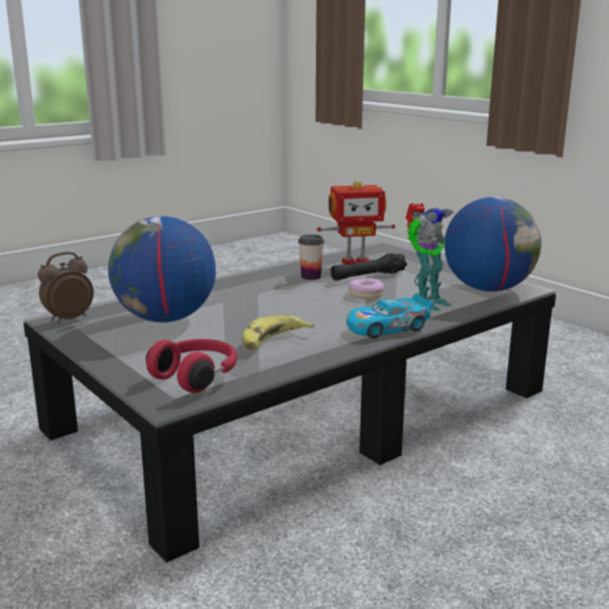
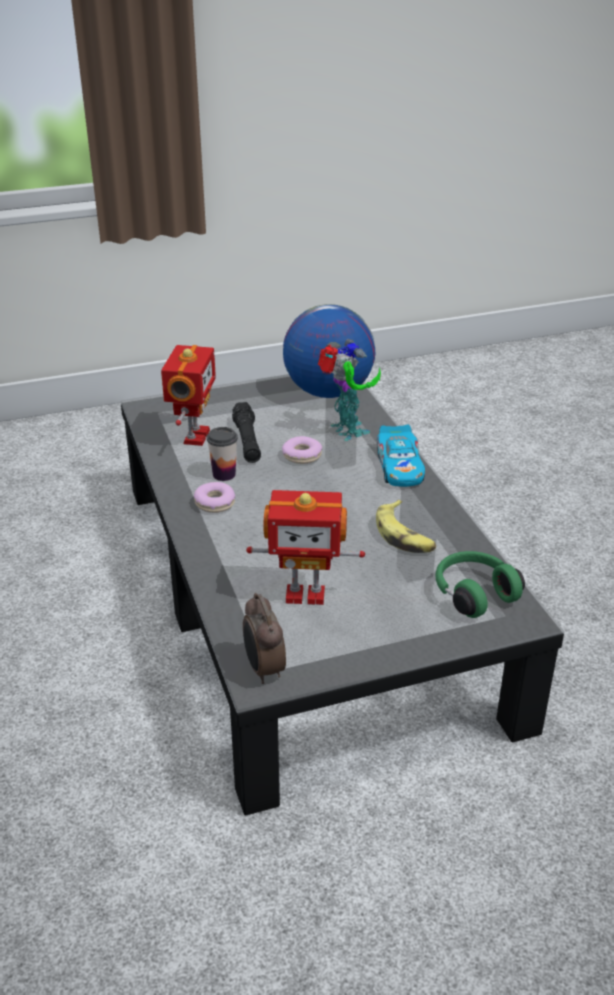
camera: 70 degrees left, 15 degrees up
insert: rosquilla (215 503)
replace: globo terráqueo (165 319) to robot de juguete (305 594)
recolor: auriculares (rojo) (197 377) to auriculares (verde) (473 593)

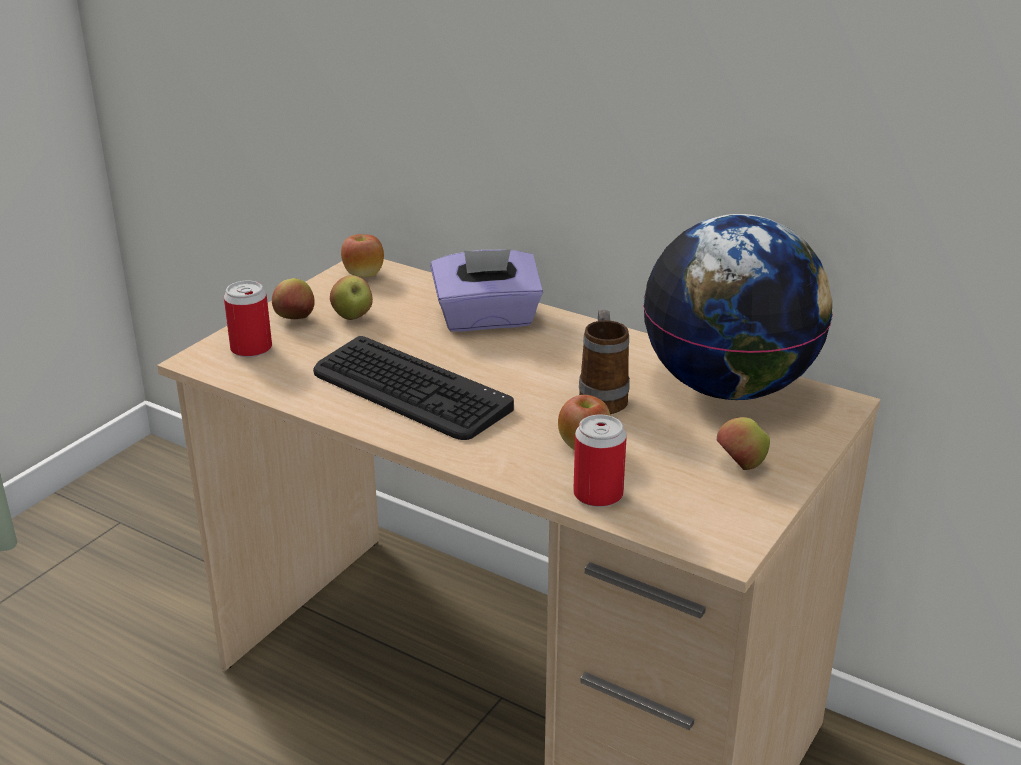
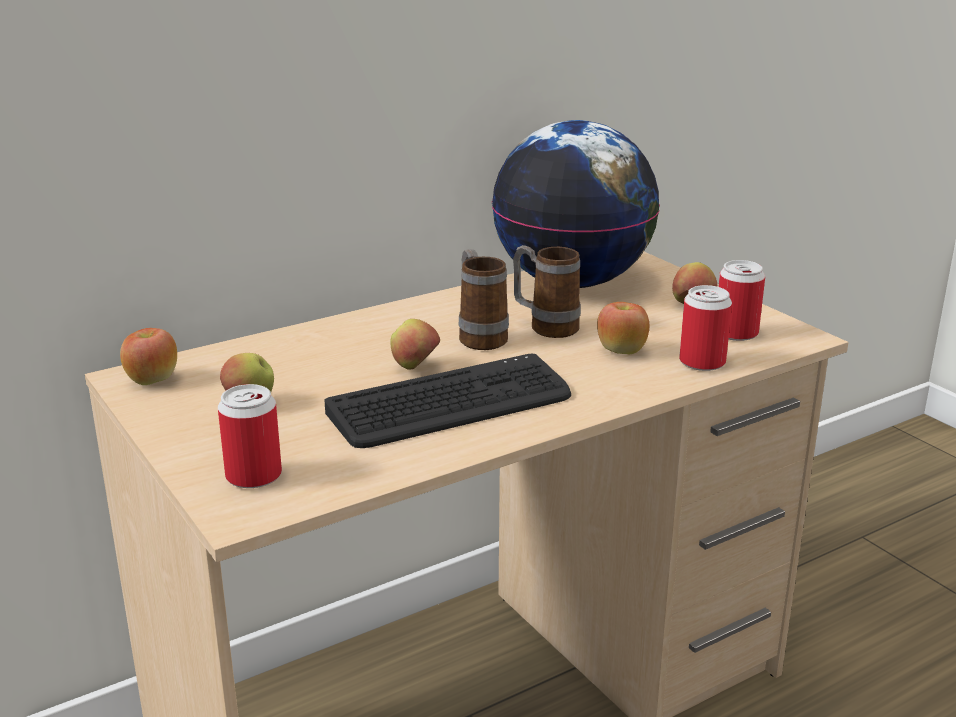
camera: 65 degrees left, 5 degrees down
delete: caja de pañuelos (morado) (487 319)
insert: taza grande (479 336); lata (736 333)
move: manzana (295 319) to (415 367)

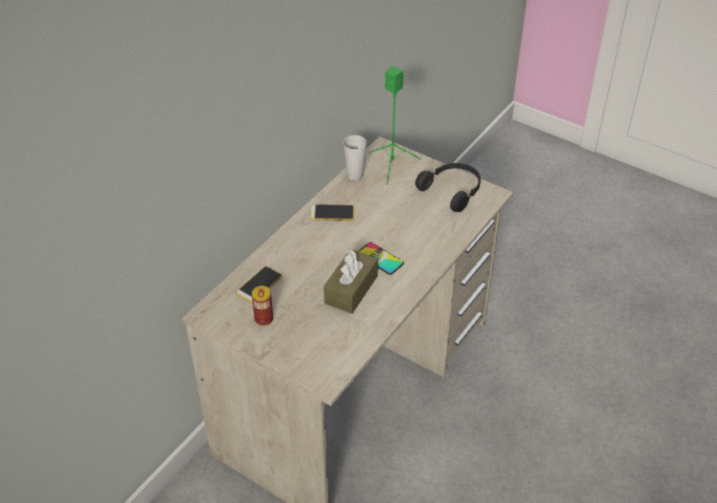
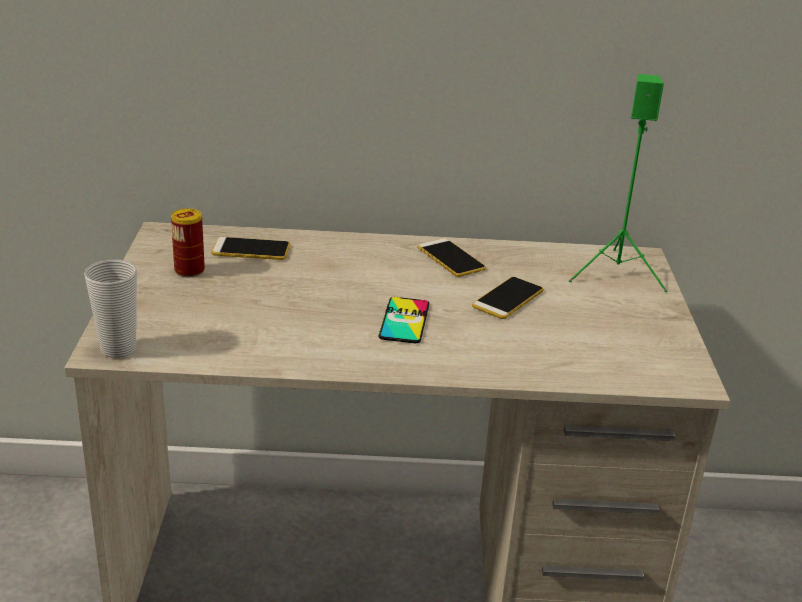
camera: 55 degrees right, 15 degrees down
delete: caja de pañuelos (marrón) (351 289); auriculares (negro) (452 190)
insert: móvil (508 299)
move: taza (355 175) to (118 349)

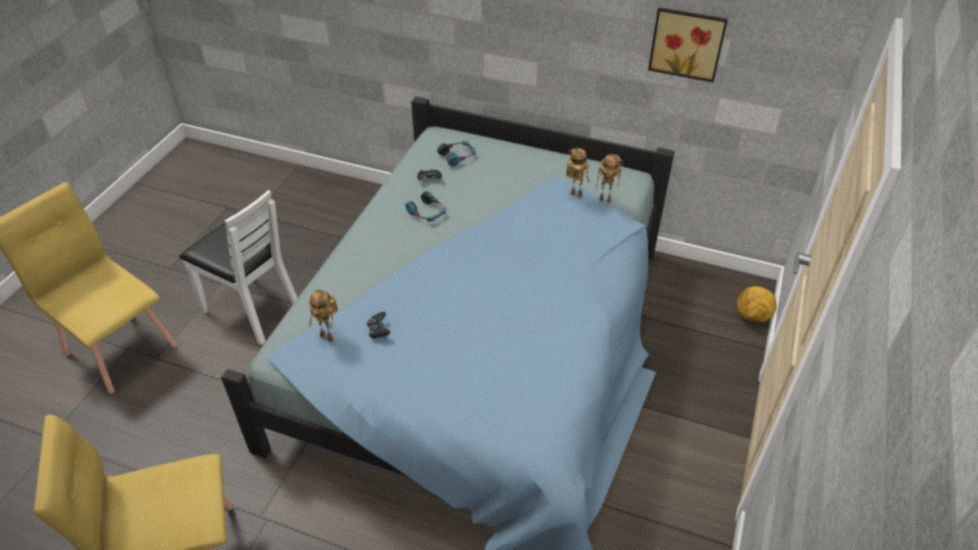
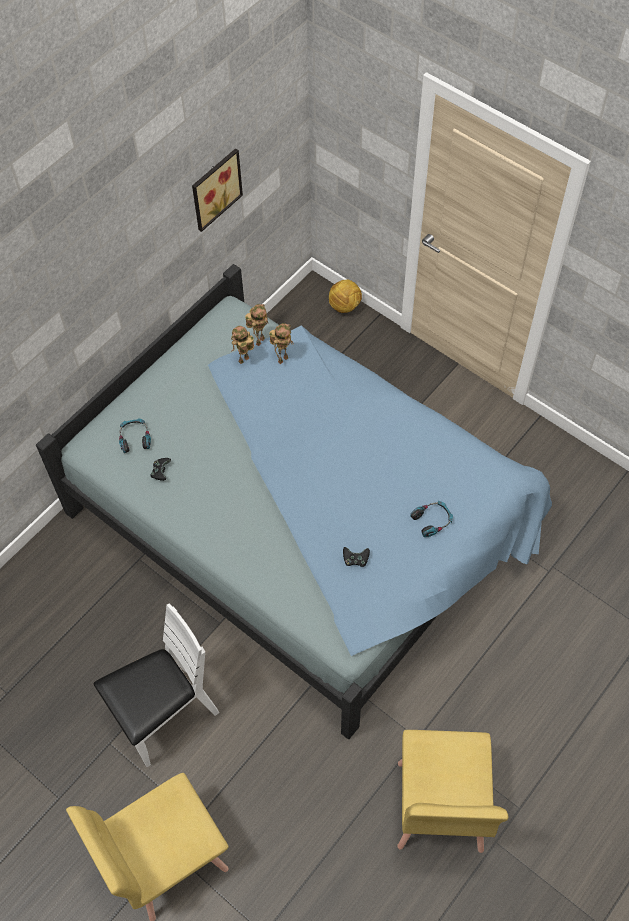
camera: 70 degrees left, 15 degrees up
move: robot de juguete (328 336) to (282 358); auriculares (427 212) to (432 520)

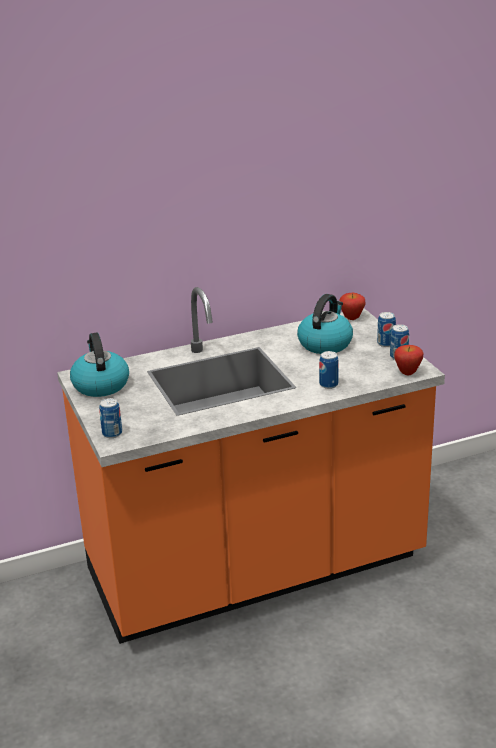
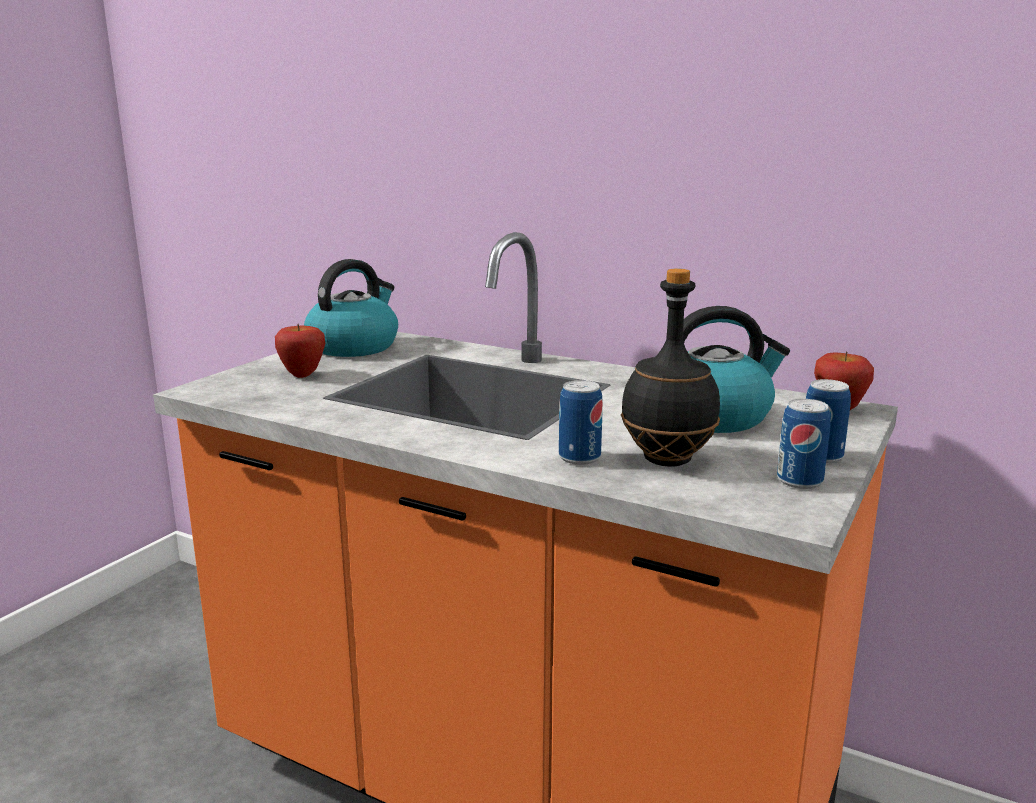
camera: 50 degrees right, 10 degrees down
delete: lata (112 433)
insert: botella (negro) (665 459)
move: manzana (407 373) to (302 375)

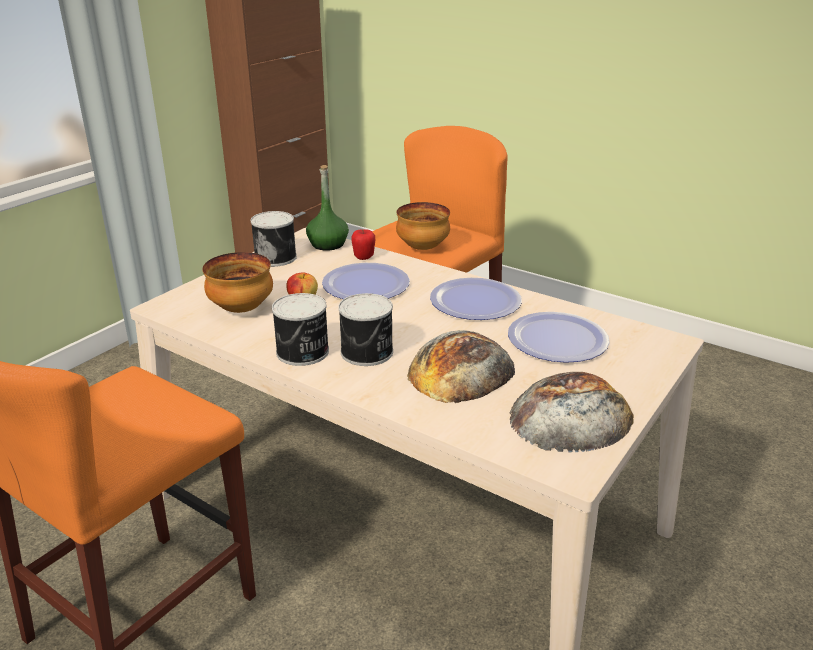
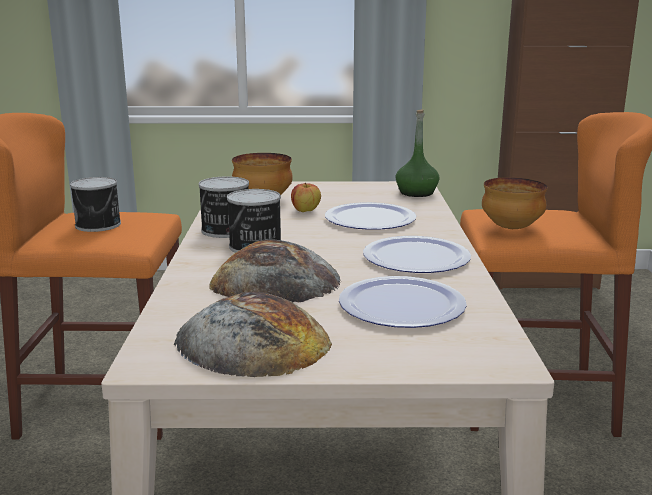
camera: 55 degrees right, 10 degrees down
delete: manzana (364 258)
move: lata (276 257) to (99 225)

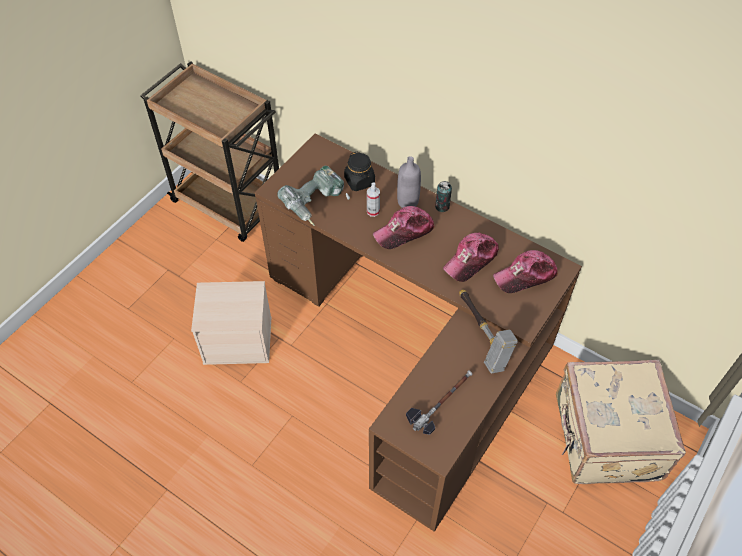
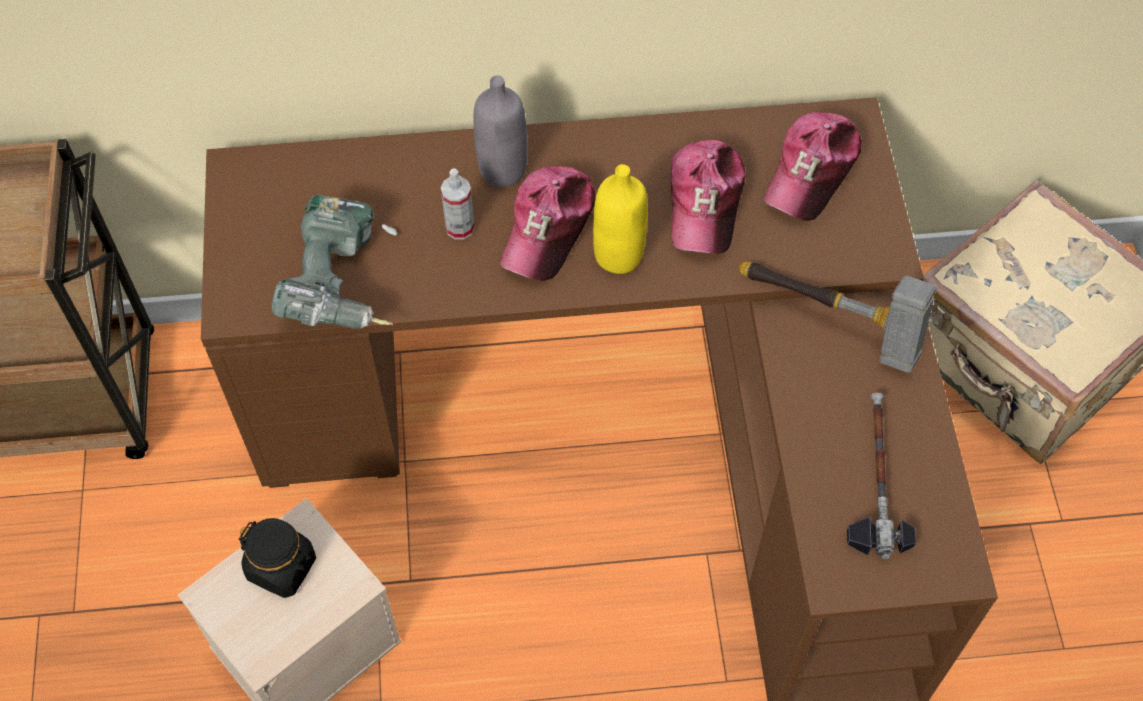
camera: 40 degrees left, 5 degrees up
delete: lata (442 207)
insert: botella (amarillo) (618 255)
move: tarro (negro) (359 181) to (282 567)

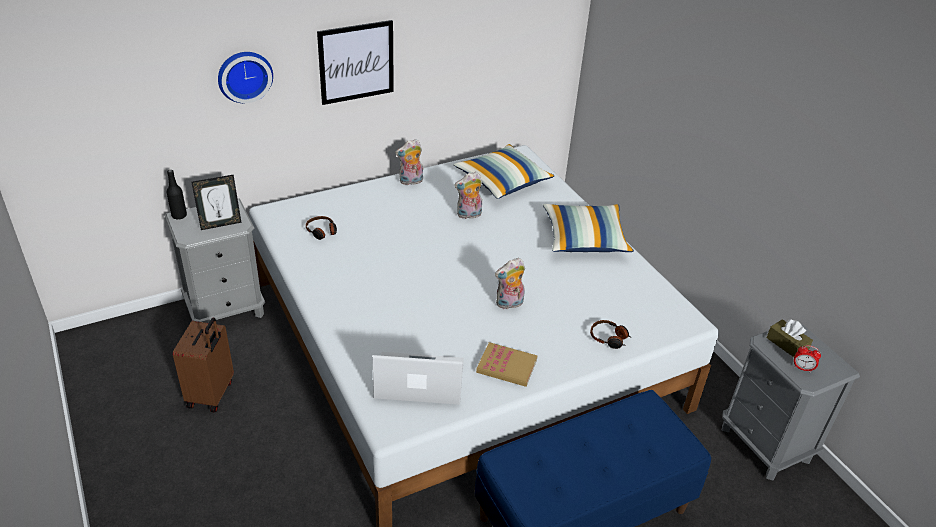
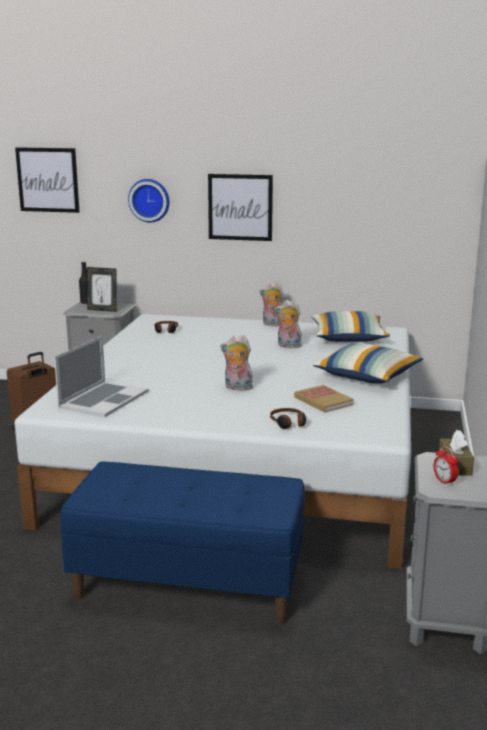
camera: 40 degrees right, 20 degrees down
insert: cuadro (48 180)
move: libro (506 366) to (323 401)
rotate: portátil (419 379) = (103 399) 75 degrees clockwise

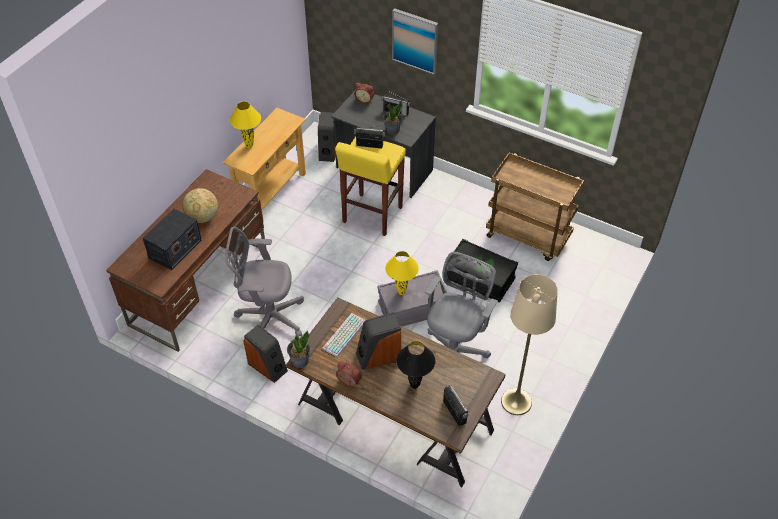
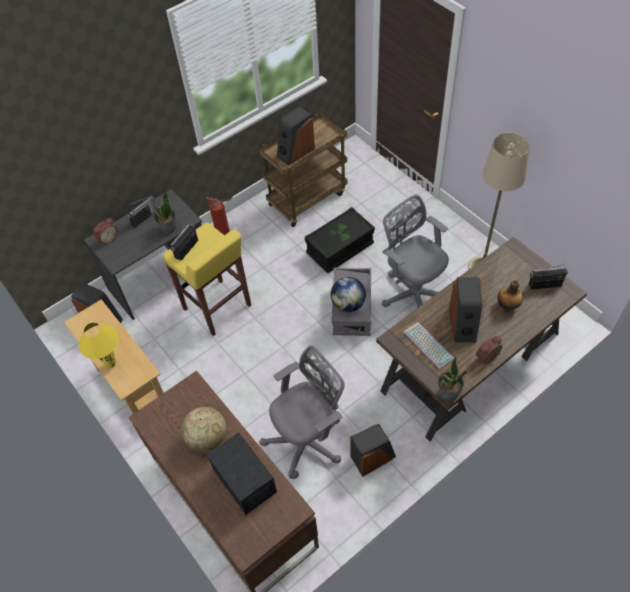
camera: 65 degrees left, 5 degrees up
delete: cuadro (415 40)
insert: extintor (226 233); altavoz (295 152)
replace: lámpara de mesa (amarillo) (401 293) to globo terráqueo (348 304); lámpara de mesa (negro) (414 386) to botella (507 306)
rotate: silla de oficina (gris) (268 317) = (308 440) 150 degrees counterclockwise

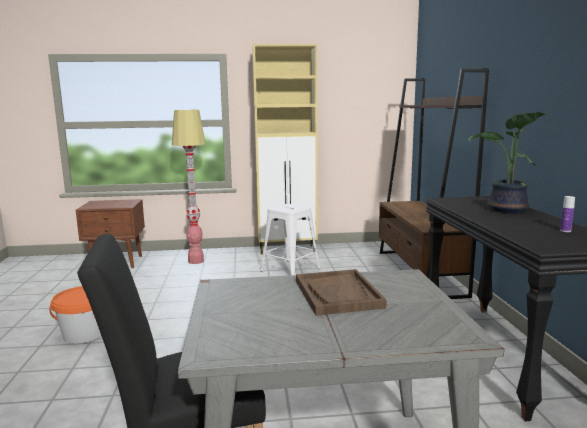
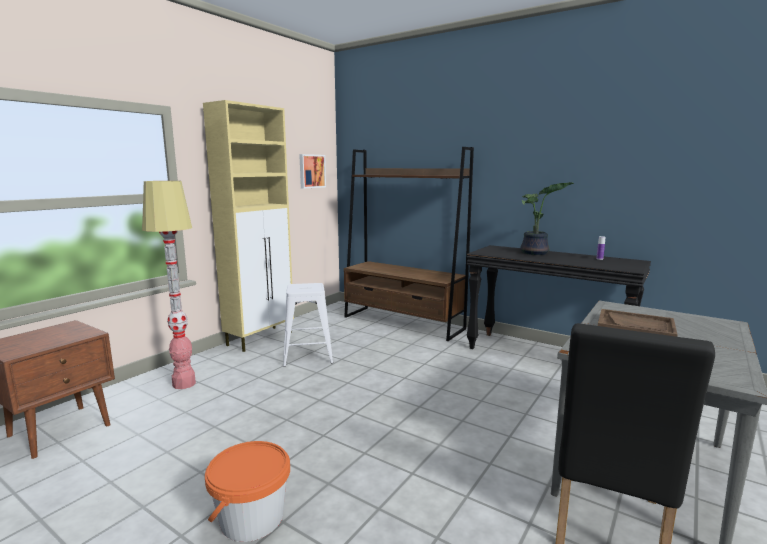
camera: 50 degrees left, 0 degrees up
insert: cuadro (311 171)

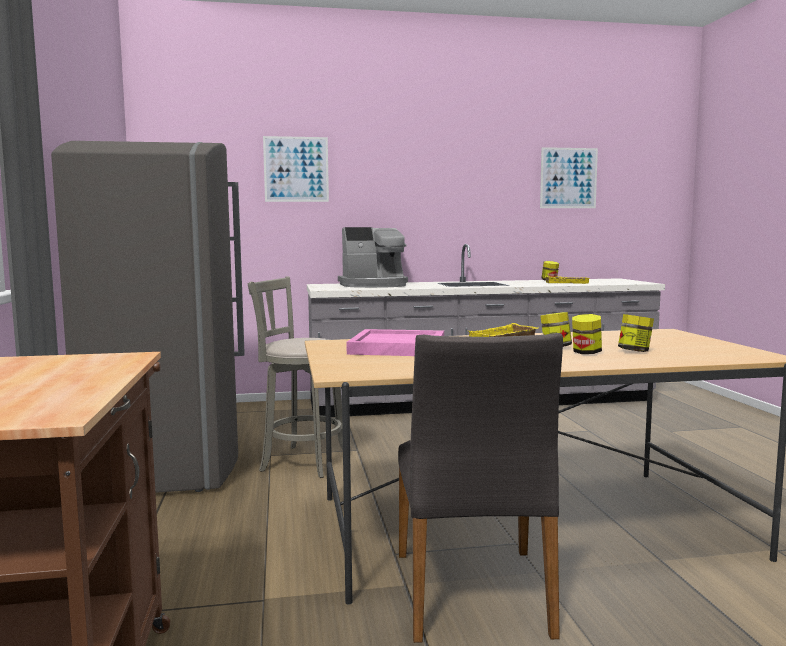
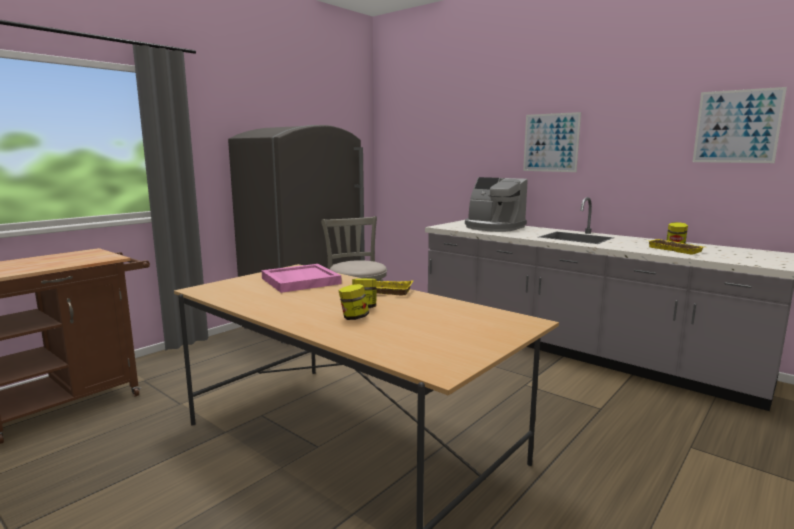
camera: 50 degrees right, 5 degrees up
delete: silla (gris) (473 593); tarro (635 351)
move: cuadro (296 169) to (551 142)

